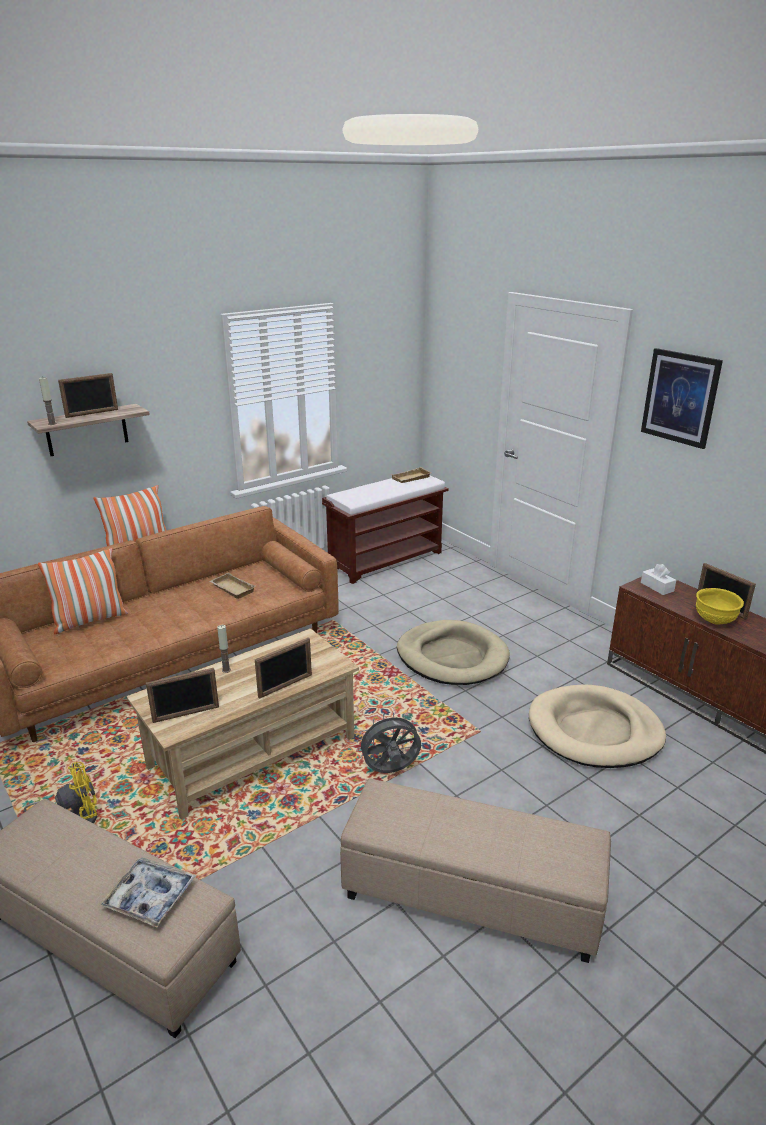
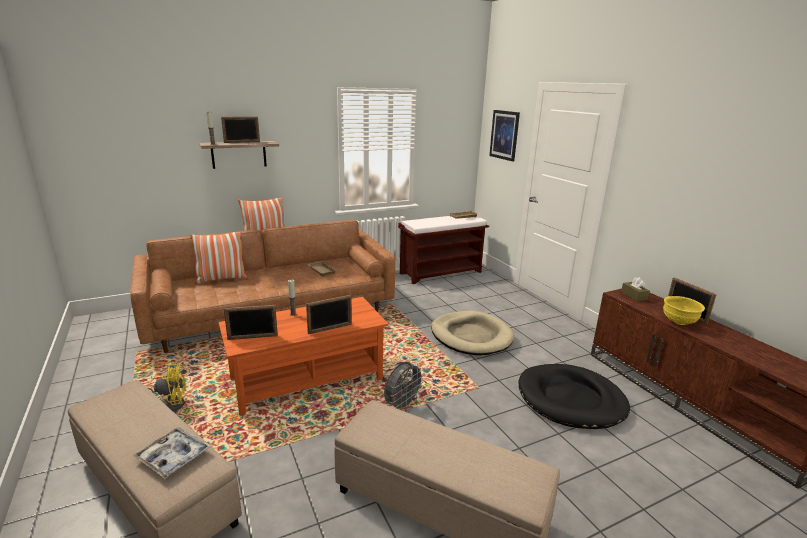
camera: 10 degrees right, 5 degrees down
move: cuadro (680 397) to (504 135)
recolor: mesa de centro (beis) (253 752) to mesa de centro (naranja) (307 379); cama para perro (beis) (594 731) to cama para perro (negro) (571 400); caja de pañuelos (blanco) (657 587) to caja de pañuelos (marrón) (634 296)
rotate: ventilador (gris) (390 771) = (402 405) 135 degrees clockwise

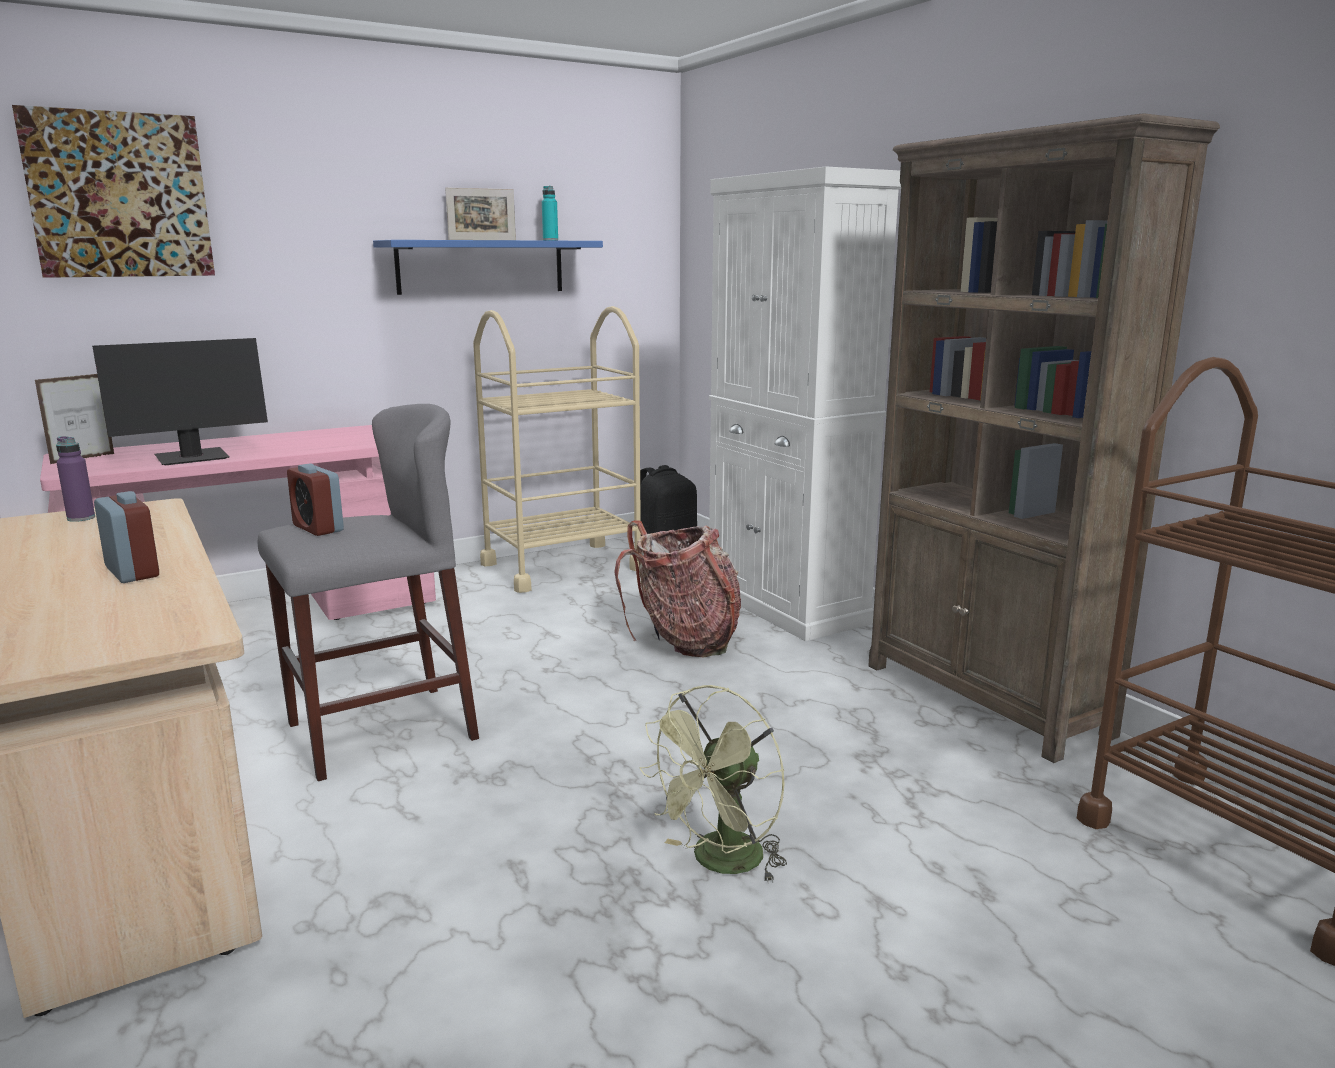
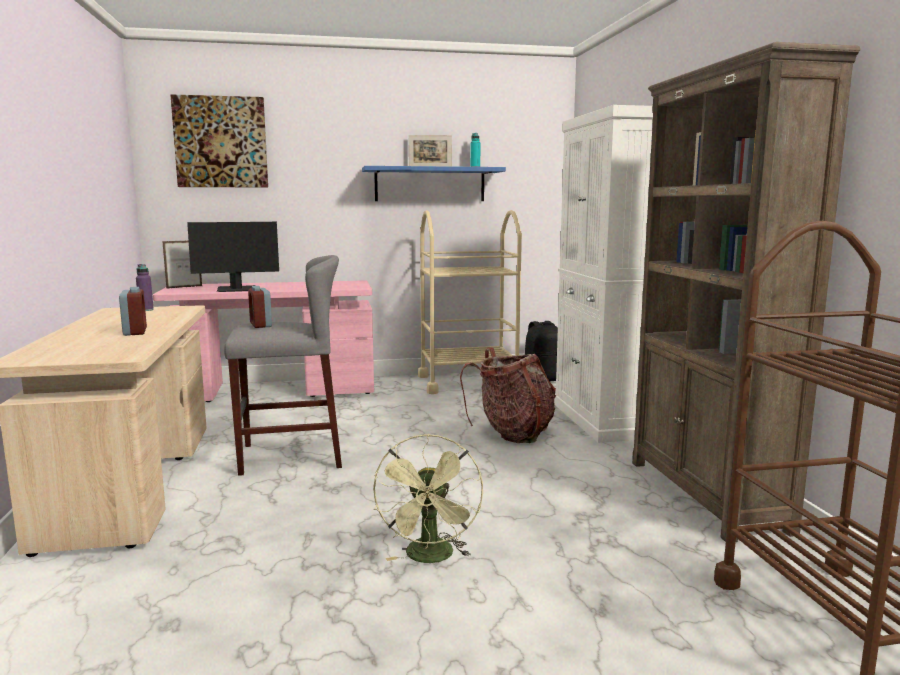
camera: 20 degrees right, 5 degrees down
rotate: ventilador (verde) (720 863) = (431 558) 60 degrees counterclockwise

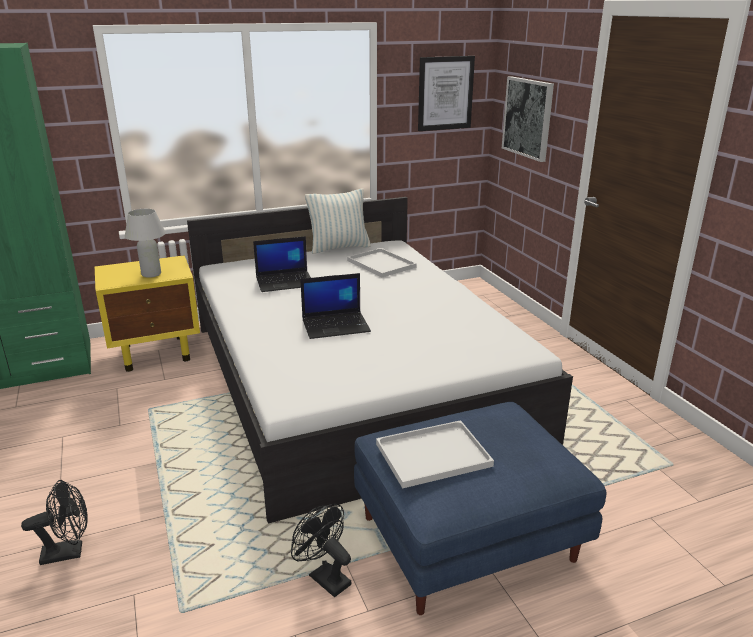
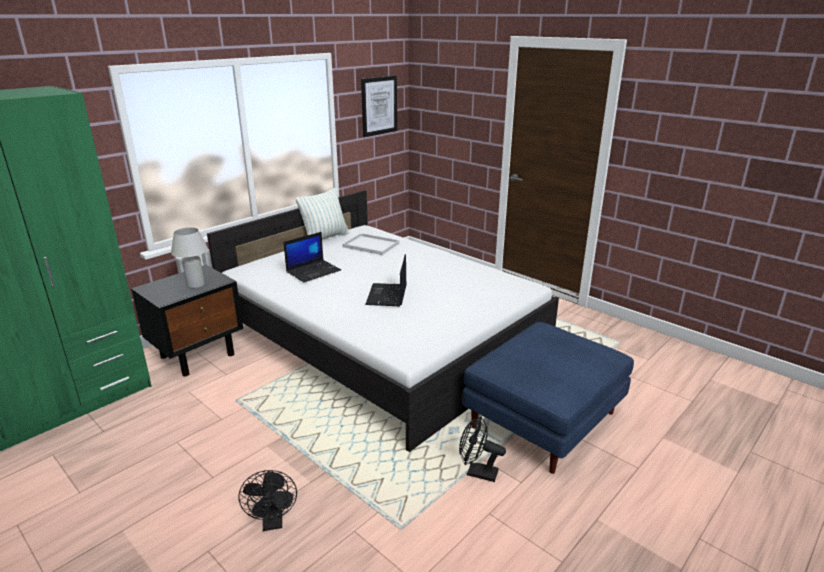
camera: 25 degrees left, 0 degrees up
delete: bandeja (blanco) (431 456); cuadro (528 118)
recolor: mesita de noche (amarillo) (157 353) to mesita de noche (negro) (198 355)
rotate: ventilador (negro) (69 552) = (273 522) 120 degrees clockwise; portátil (336 325) = (387 295) 135 degrees clockwise

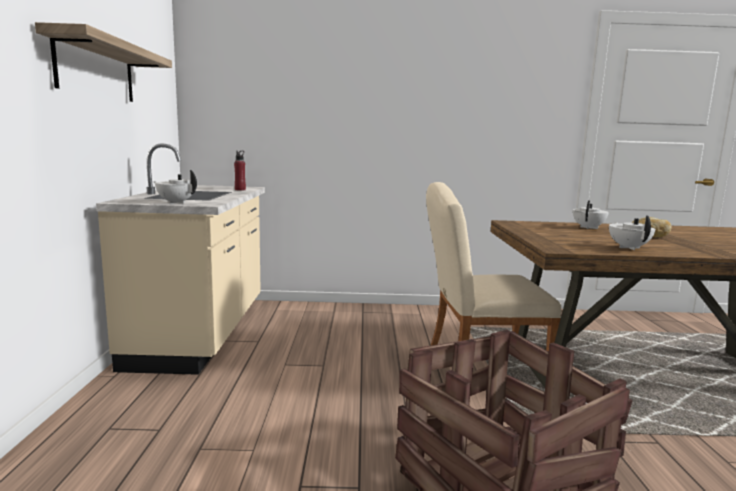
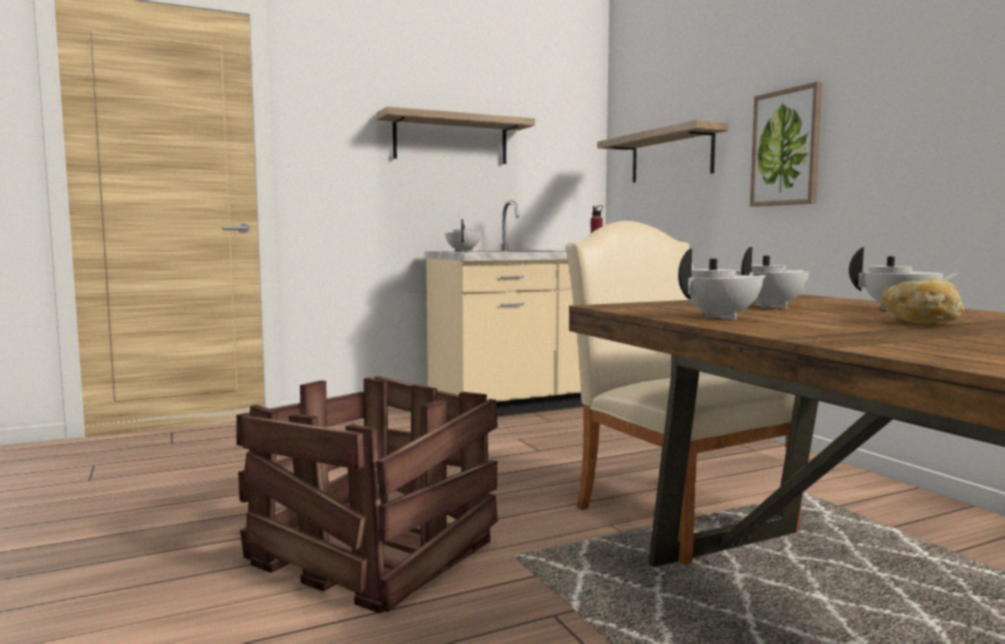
camera: 65 degrees right, 5 degrees down
insert: estante (671 156); tetera (blanco) (771 306); cuadro (786 148)

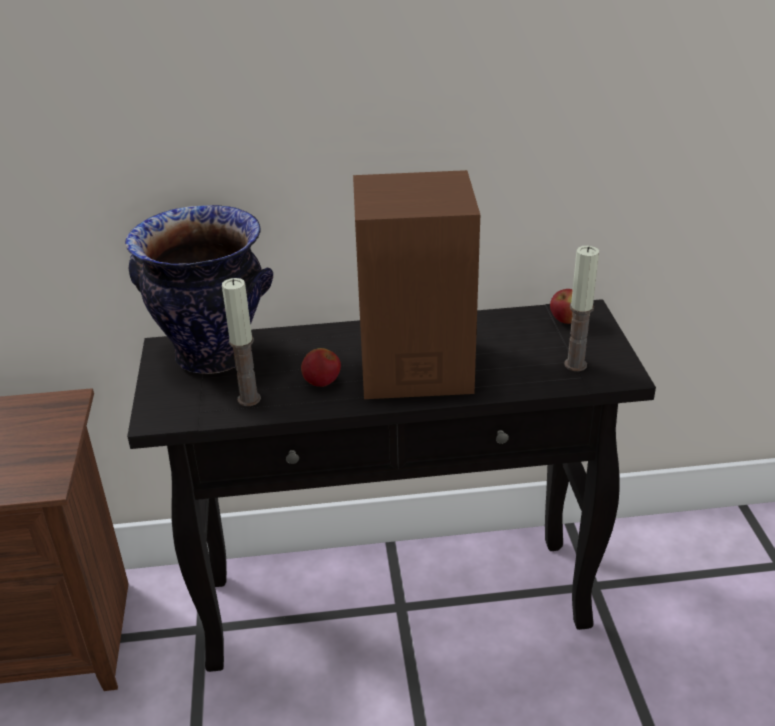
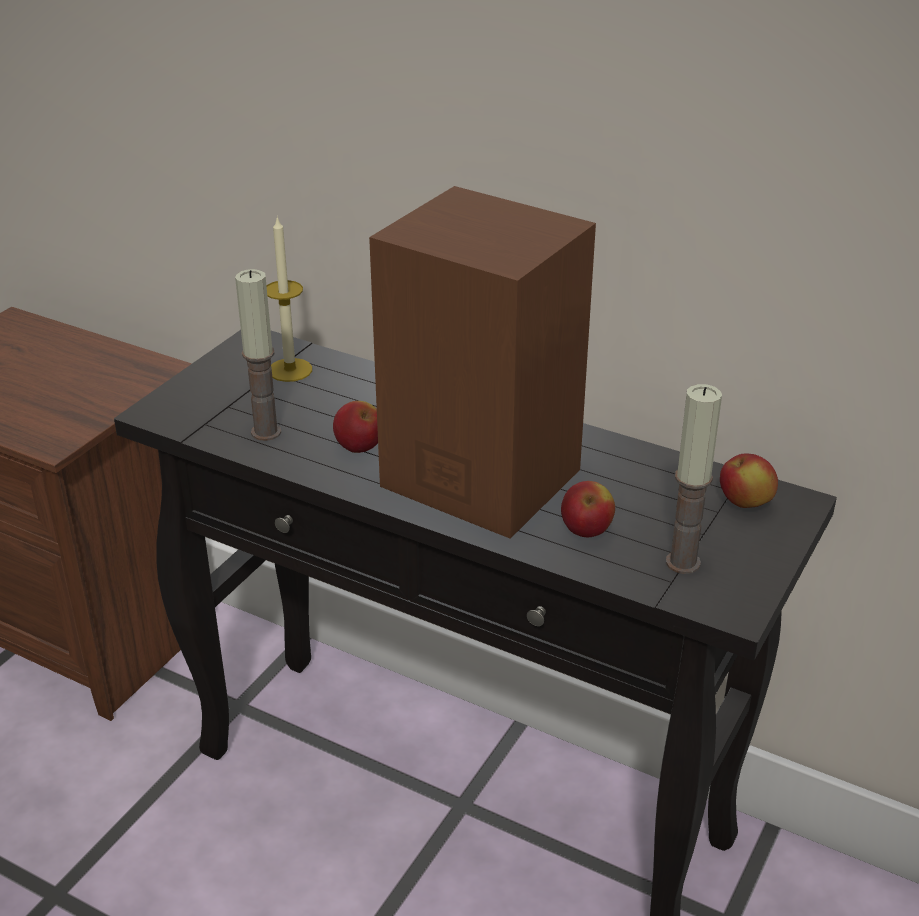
camera: 35 degrees right, 0 degrees up
insert: manzana (586 531)
replace: florero (214 355) to vela (290 370)

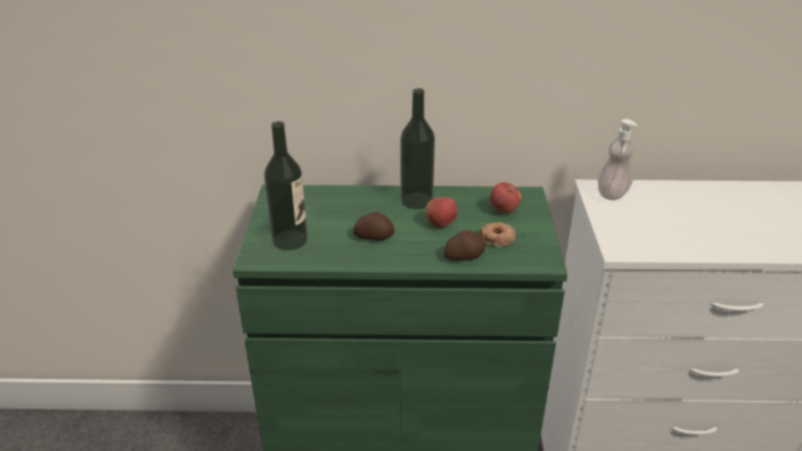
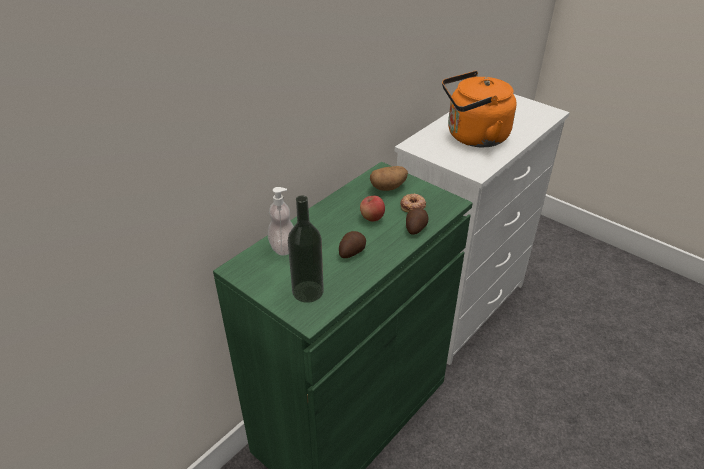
camera: 50 degrees left, 5 degrees up
delete: botella (416 200)
insert: hervidor (naranja) (473 137)
move: dispensador de jabón (612 193) to (283 247)
replace: manzana (504 210) to patata (388 187)

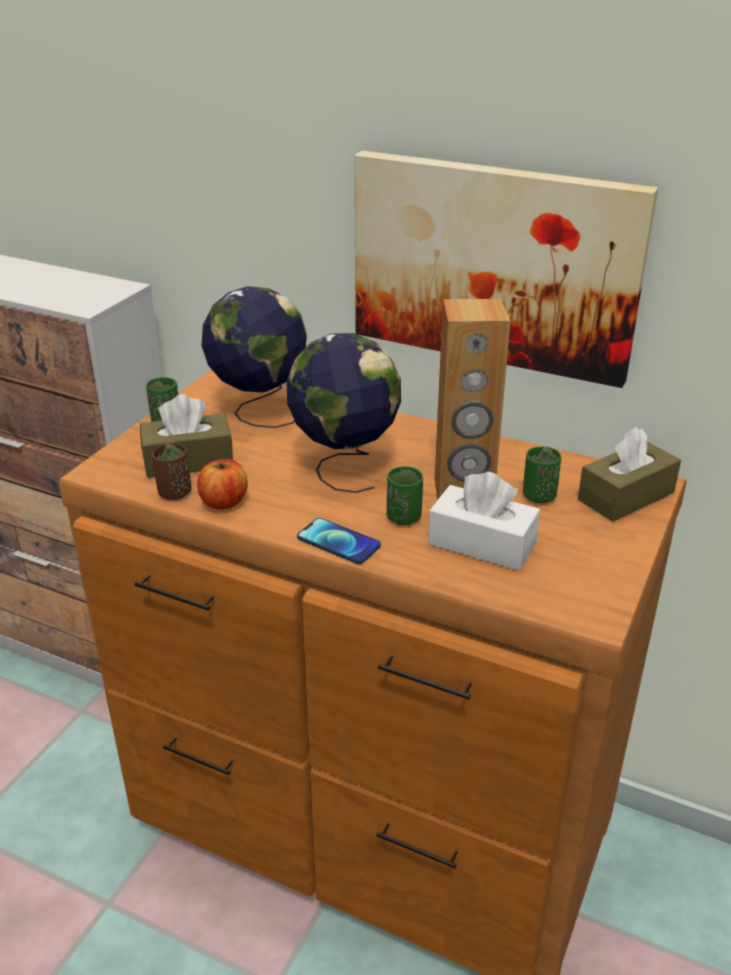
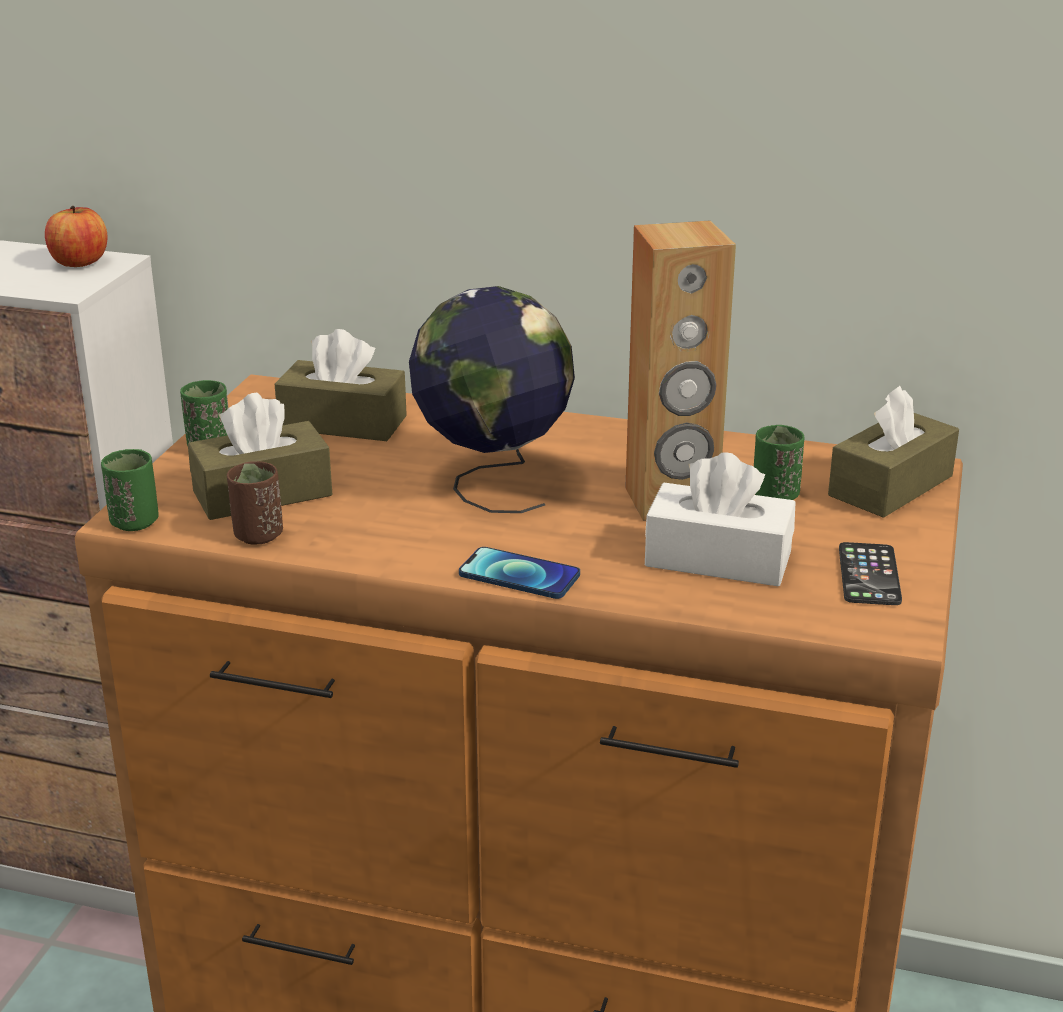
camera: 10 degrees left, 5 degrees down
delete: cuadro (494 265)
insert: móvil (869 575)
move: manzana (223 502) to (79 262); taza (verde) (404 517) to (134 522)
replace: globo terráqueo (259 411) to caja de pañuelos (marrón) (343 423)

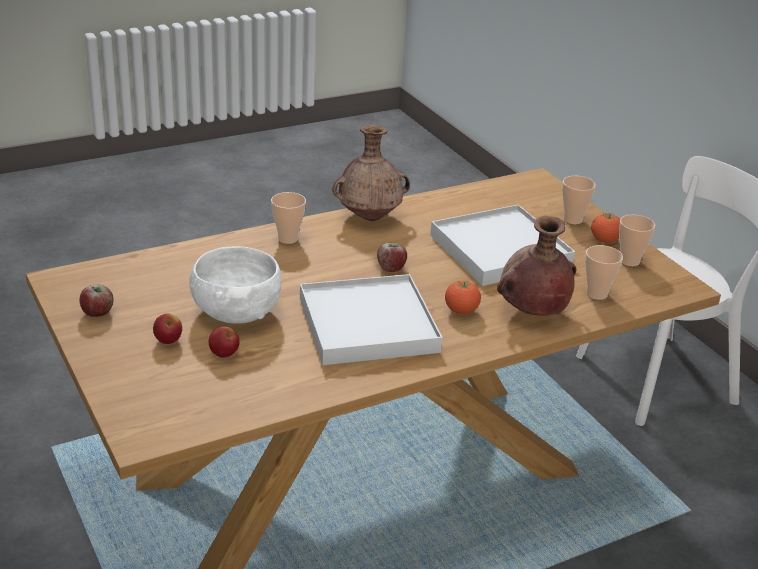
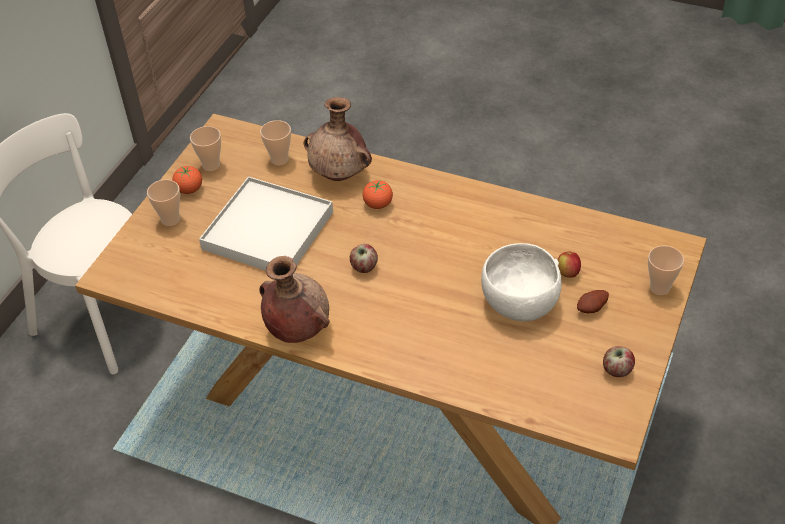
camera: 125 degrees left, 15 degrees up
delete: bandeja (blanco) (368 324)
move: taza (288 239) to (659 288)
replace: manzana (168 341) to patata (592 309)

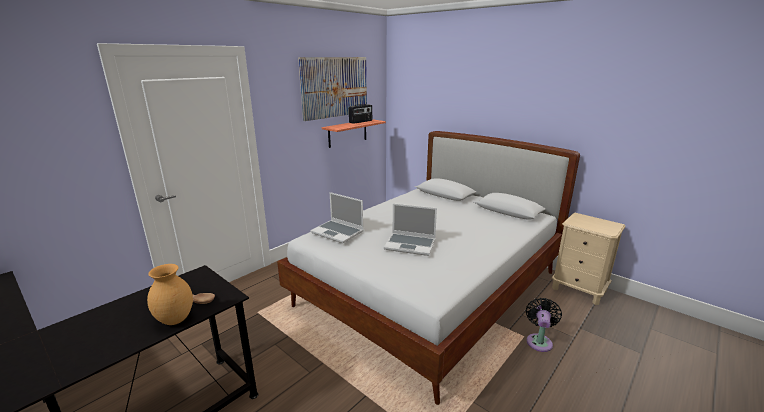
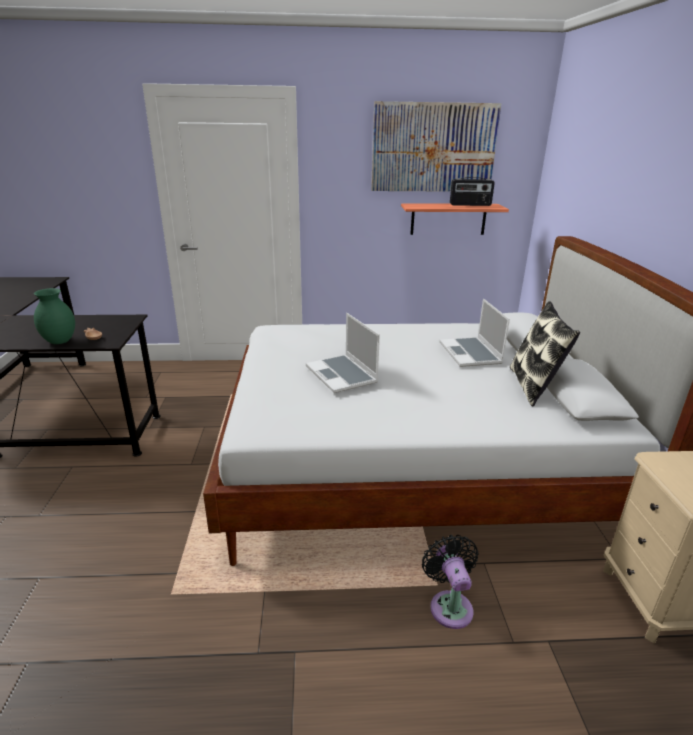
camera: 45 degrees right, 5 degrees up
insert: cojín (533 386)
move: portátil (338 232) to (471 354)
recolor: florero (marrón) (176 320) to florero (verde) (60 342)
rotate: ventilador (negro) (539 341) = (449 605) 75 degrees counterclockwise

